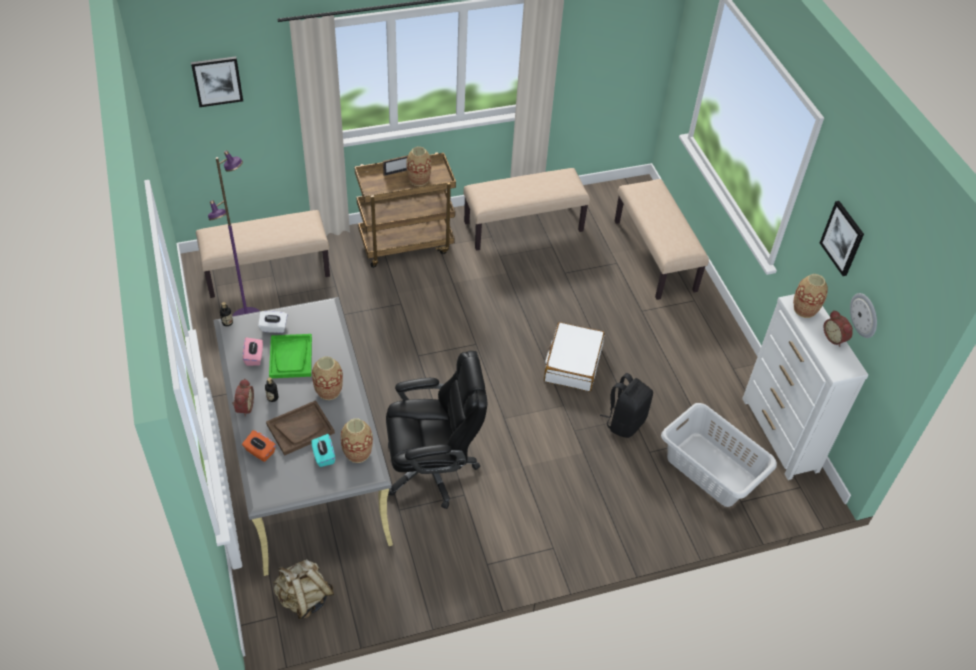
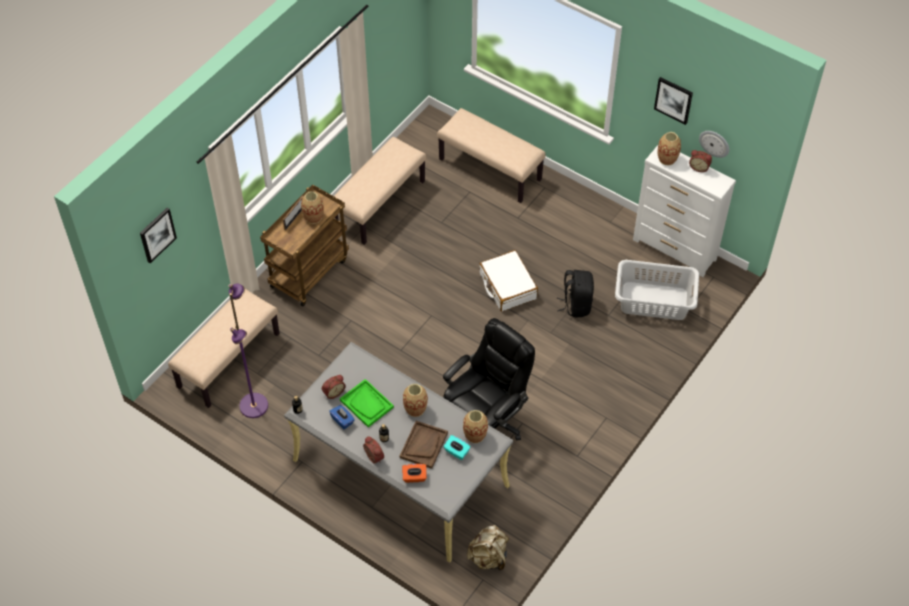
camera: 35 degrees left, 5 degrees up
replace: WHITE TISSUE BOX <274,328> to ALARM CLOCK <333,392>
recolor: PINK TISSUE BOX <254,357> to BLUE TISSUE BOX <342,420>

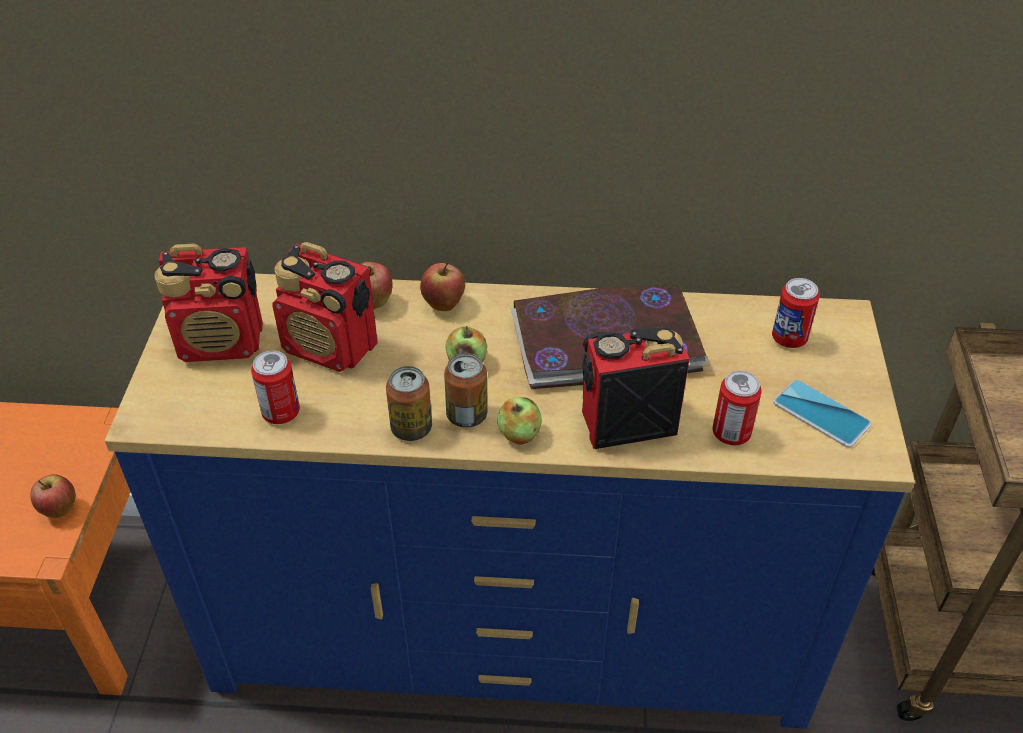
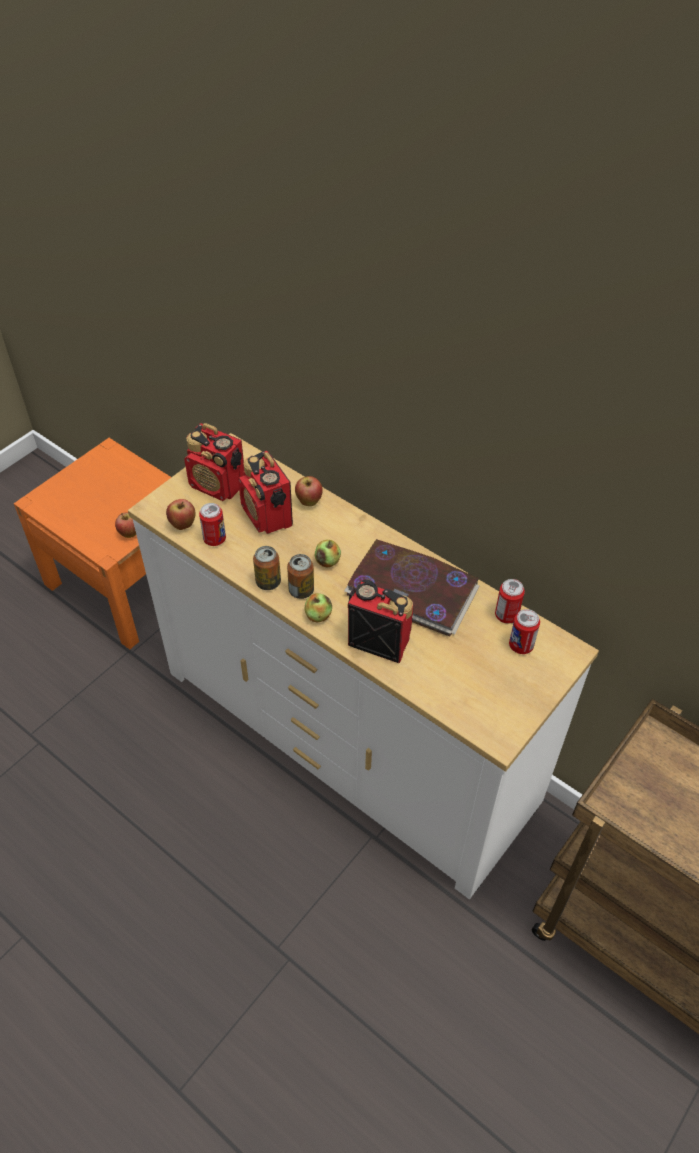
camera: 35 degrees right, 5 degrees up
delete: PHONE <821,414>
move: APPLE <444,305> to <183,525>; CAN <731,433> to <506,615>
recolor: BLUE DRESSER <511,624> to WHITE DRESSER <349,734>

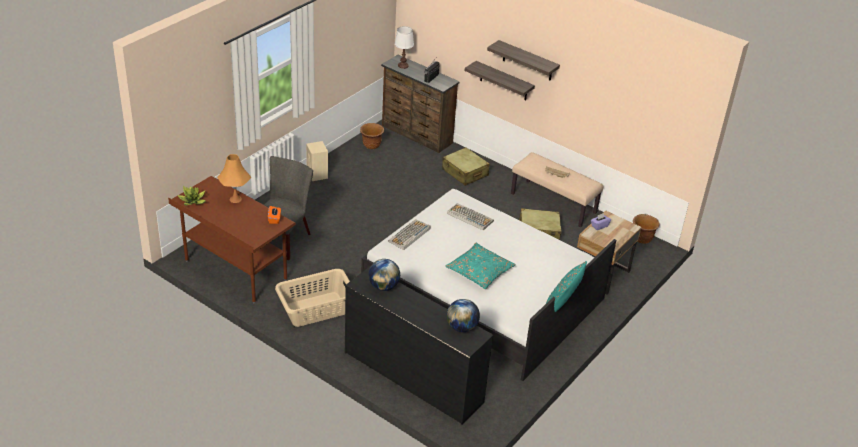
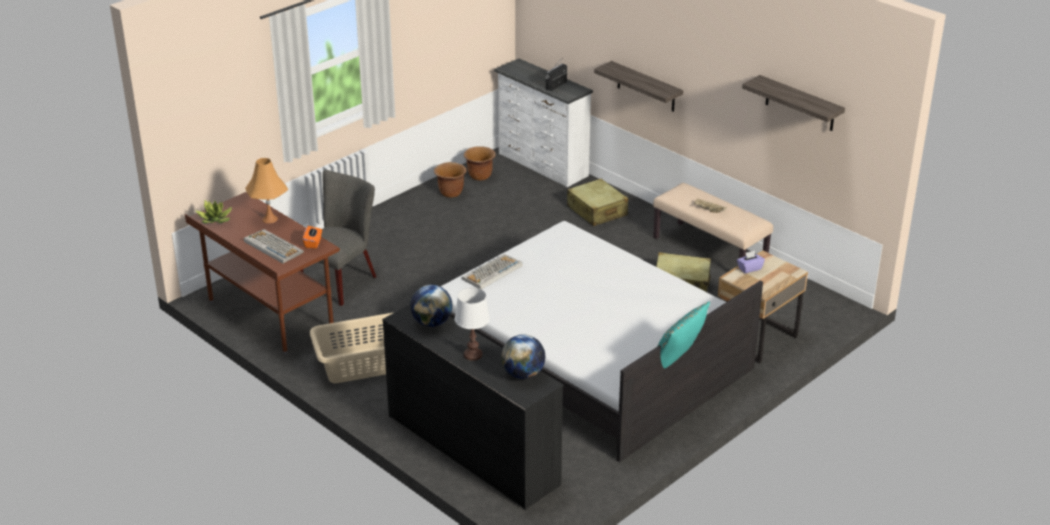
camera: 10 degrees right, 5 degrees down
delete: BEIGE SPEAKER <317,175>; TURQUOISE PILLOW <479,271>
move: KEYBOARD <469,217> to <272,247>; BROWN PLANTER <642,239> to <450,193>; WHITE TABLE LAMP <403,65> to <473,354>; SHELF <527,61> to <800,104>
recolor: BROWN DRESSER <416,135> to WHITE DRESSER <542,165>

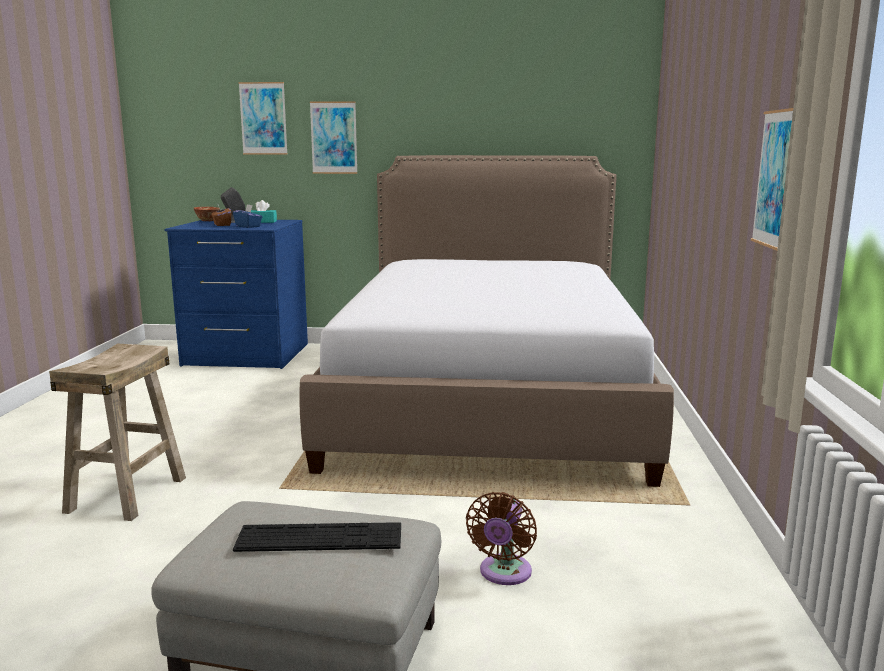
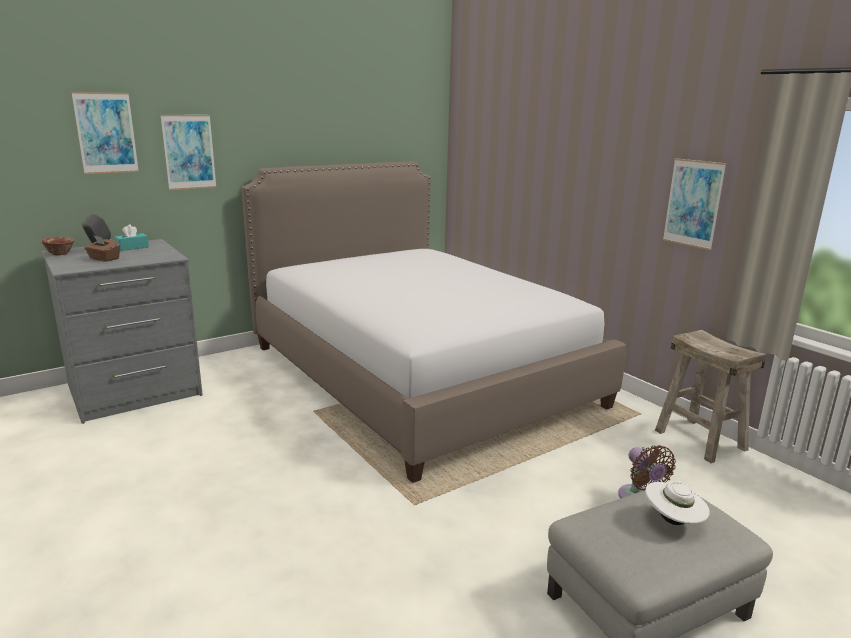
camera: 40 degrees left, 5 degrees up
delete: BLUE TISSUE BOX <248,226>
move: BEIGE STOOL <127,495> to <701,440>
replace: KEYBOARD <319,538> to WHITE HAT <673,521>
recolor: BLUE DRESSER <246,355> to GREY DRESSER <134,391>

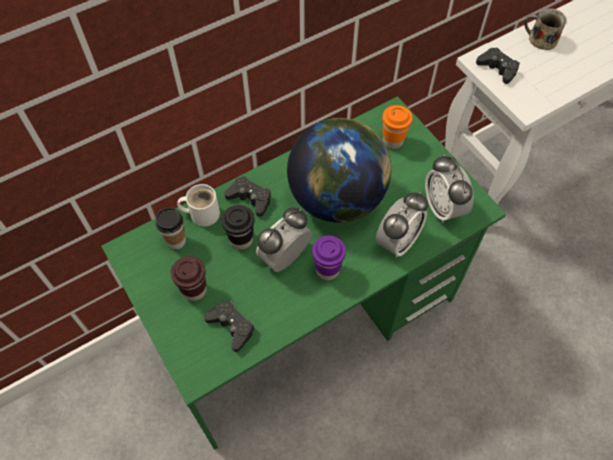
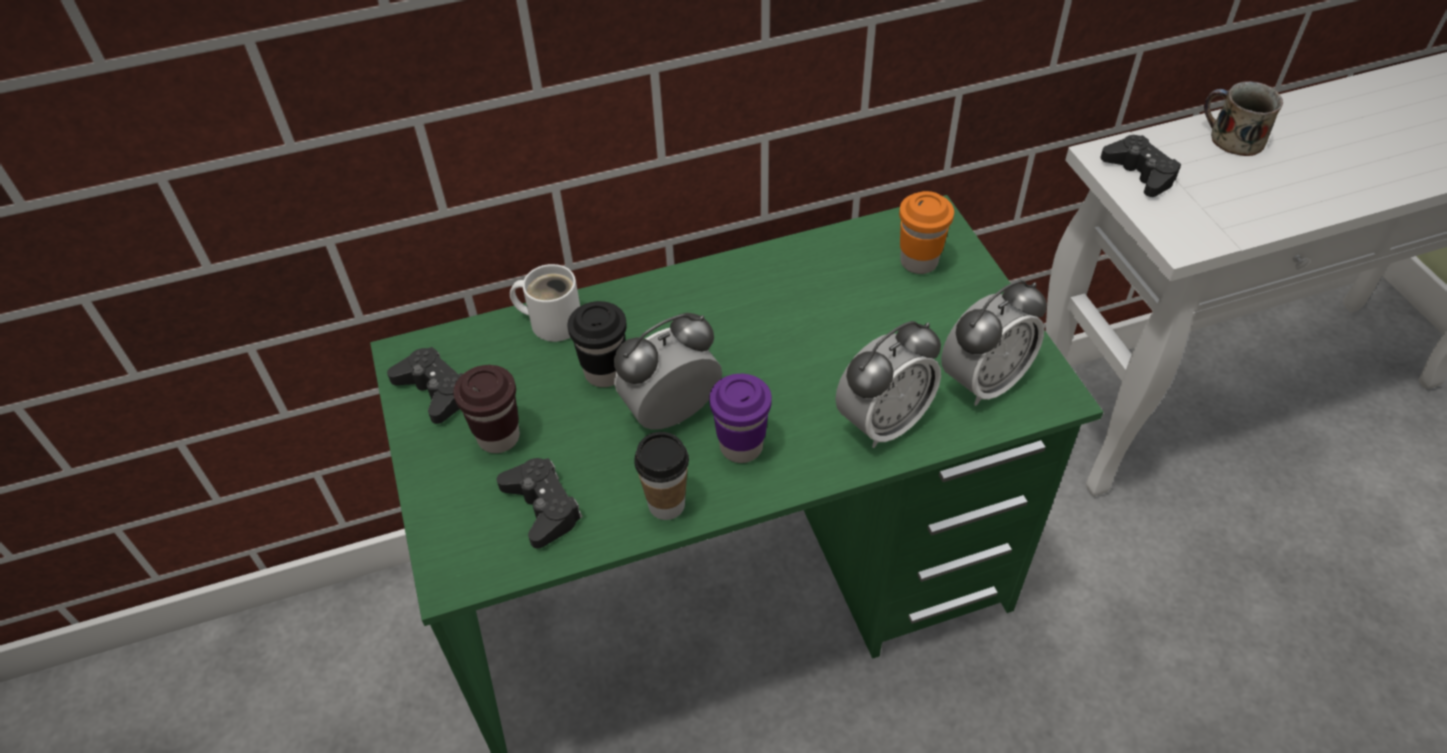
camera: 15 degrees right, 10 degrees down
delete: GLOBE <337,198>
move: BLACK GAME CONTROLLER <250,199> to <435,390>; CUP <176,241> to <666,504>
rotate: ALARM CLOCK <443,208> = <984,382> 120 degrees counterclockwise

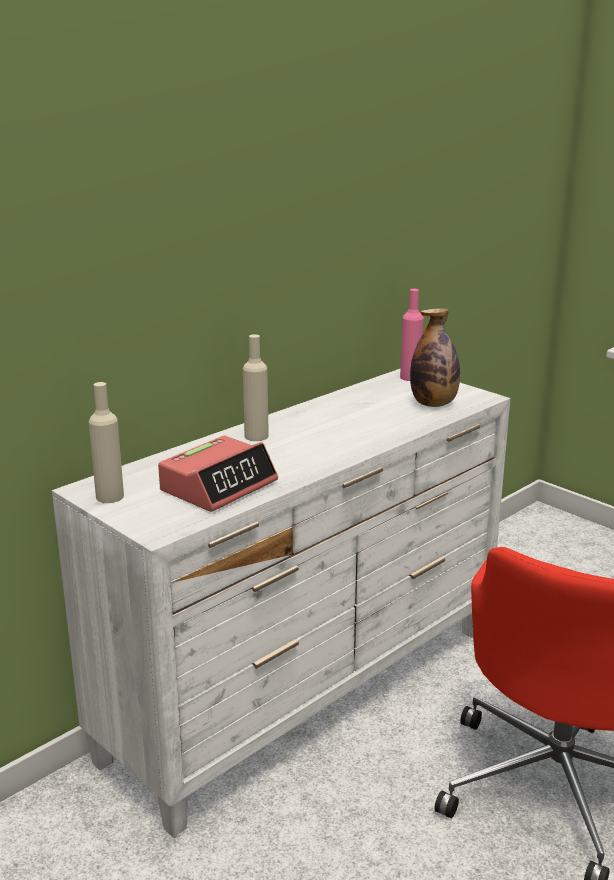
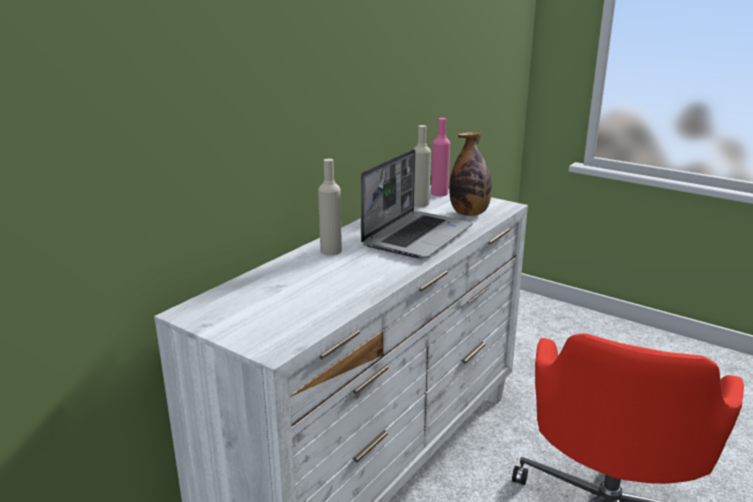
camera: 10 degrees left, 0 degrees up
delete: ALARM CLOCK <219,486>
insert: LAPTOP <417,236>
move: BEIGE BOTTLE <110,496> to <420,203>

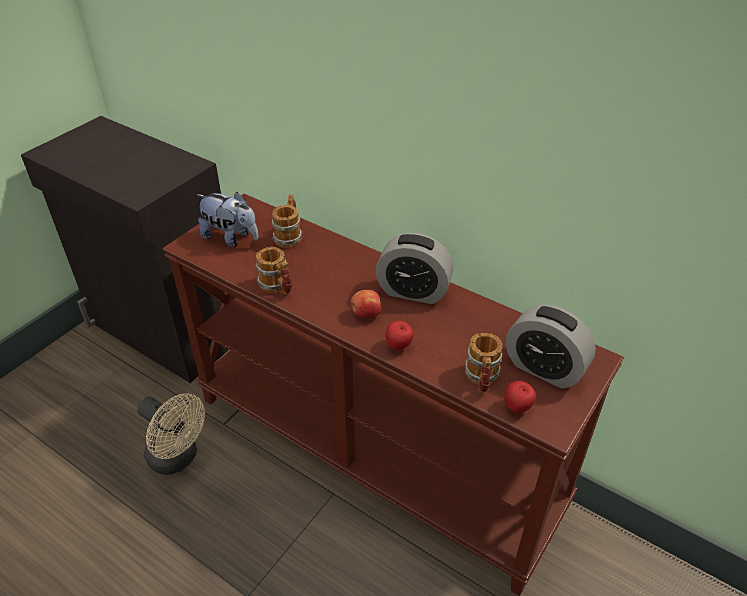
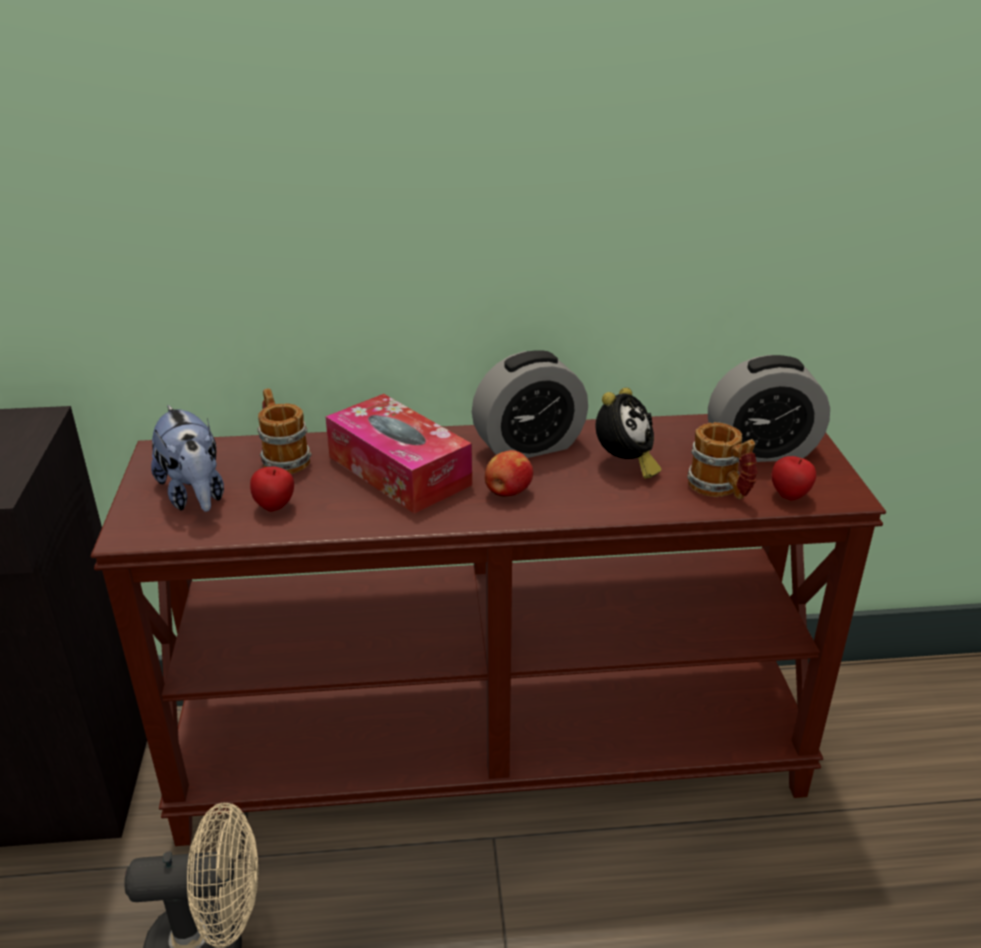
camera: 40 degrees left, 10 degrees down
delete: MUG <277,287>
insert: TISSUE BOX <399,471>; ALARM CLOCK <625,465>
move: APPLE <399,346> to <275,507>
rotate: PLUSH TOY <231,238> = <195,495> 75 degrees clockwise

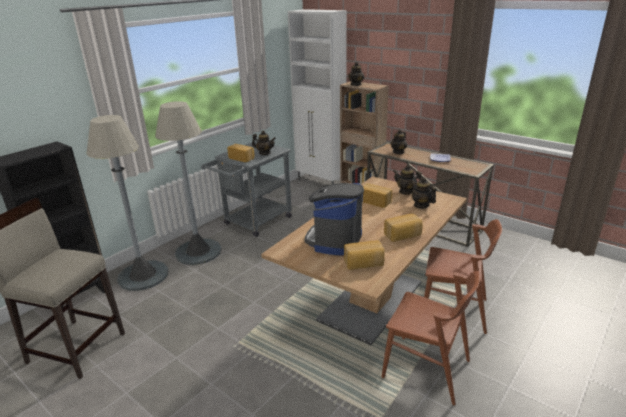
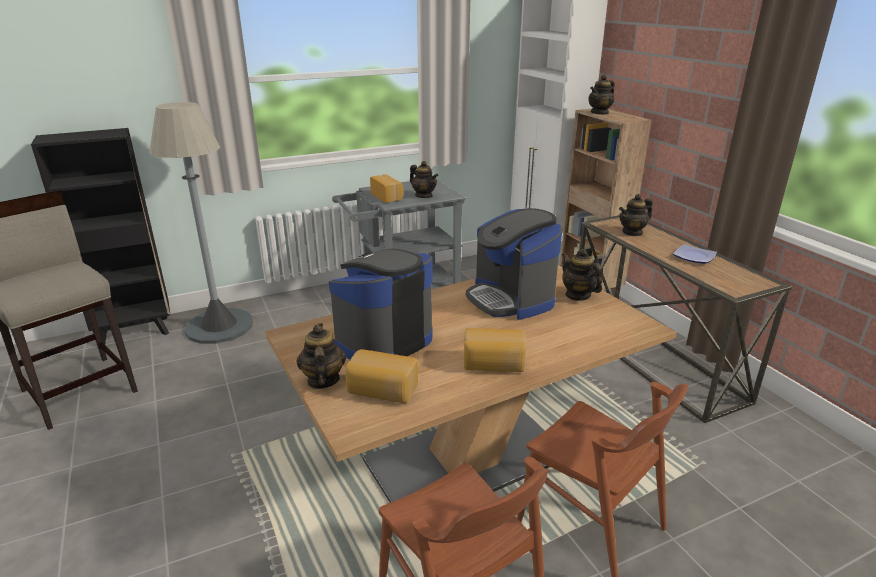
camera: 25 degrees right, 0 degrees up
delete: GREY FLOOR LAMP <198,252>
move: TEAPOT <421,205> to <323,380>
replace: BREAD <376,201> to COFFEE MACHINE <511,299>

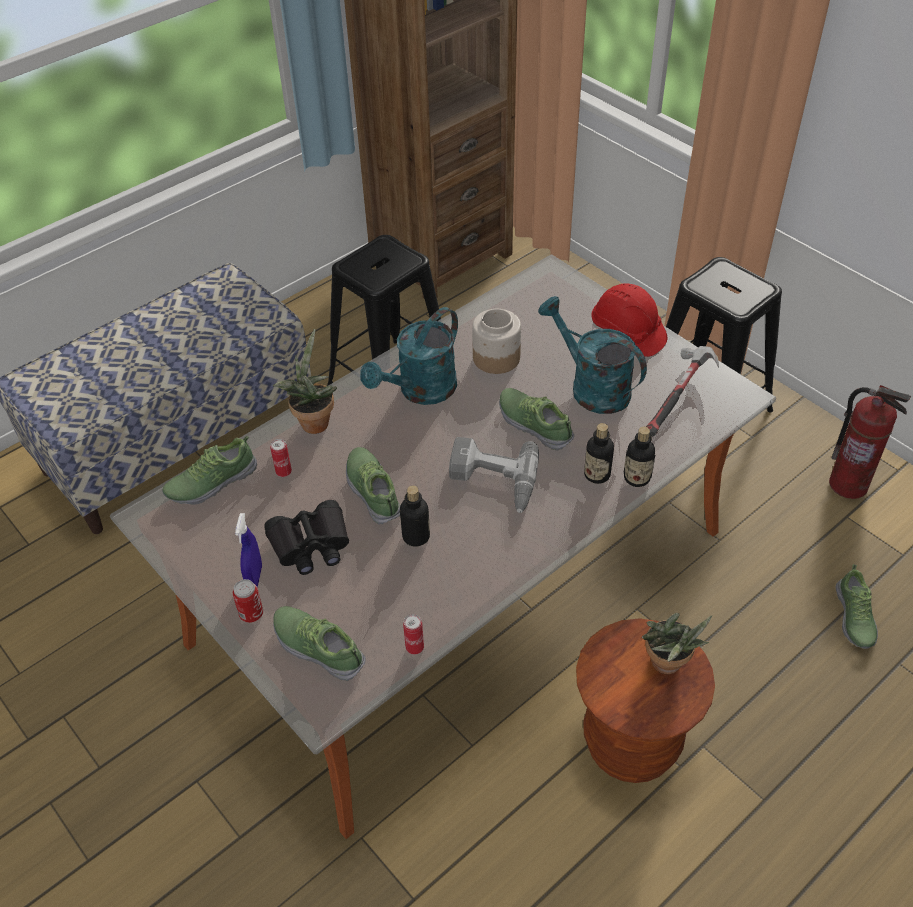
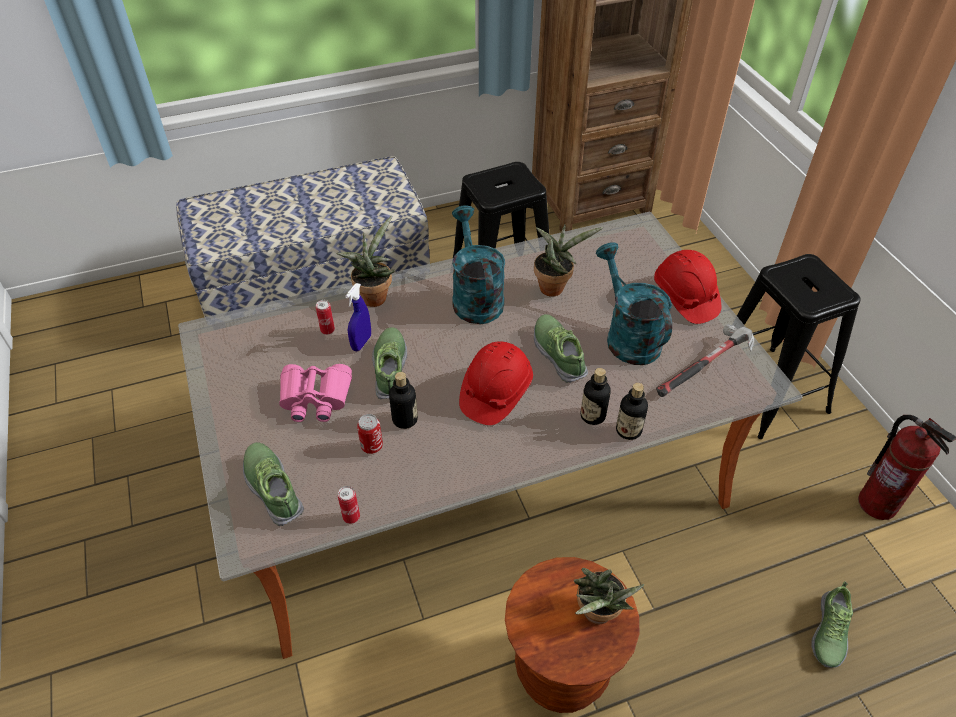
camera: 20 degrees right, 0 degrees up
delete: SHOE <211,482>
move: BLUE SPRAY BOTTLE <254,577> to <361,343>; CAN <251,614> to <372,446>
replace: POWER DRILL <492,482> to RED HARD HAT <495,393>; JAR <495,358> to POTTED PLANT <554,286>
recolor: BLACK BINOCULARS <311,545> to PINK BINOCULARS <315,398>
rotate: TURQUOISE WATERING CAN <420,391> = <475,297> 105 degrees clockwise

